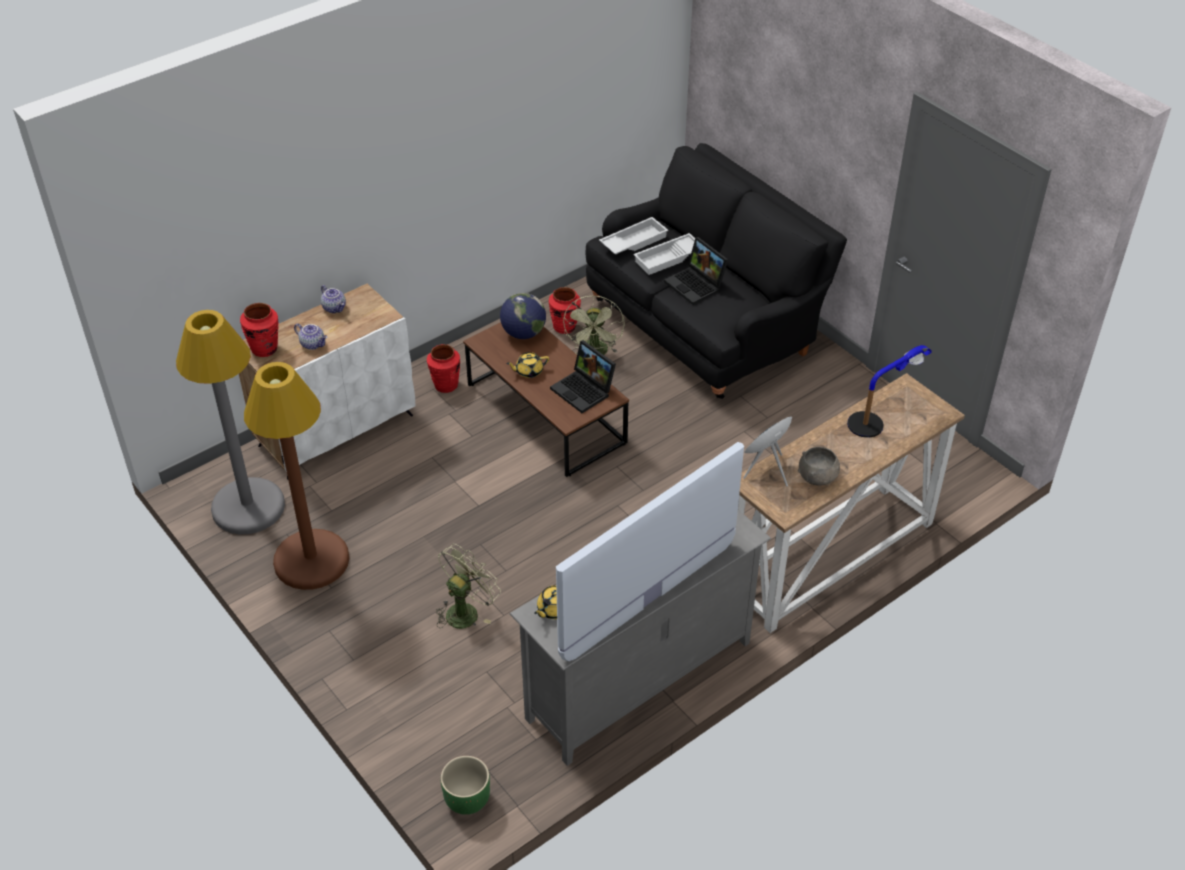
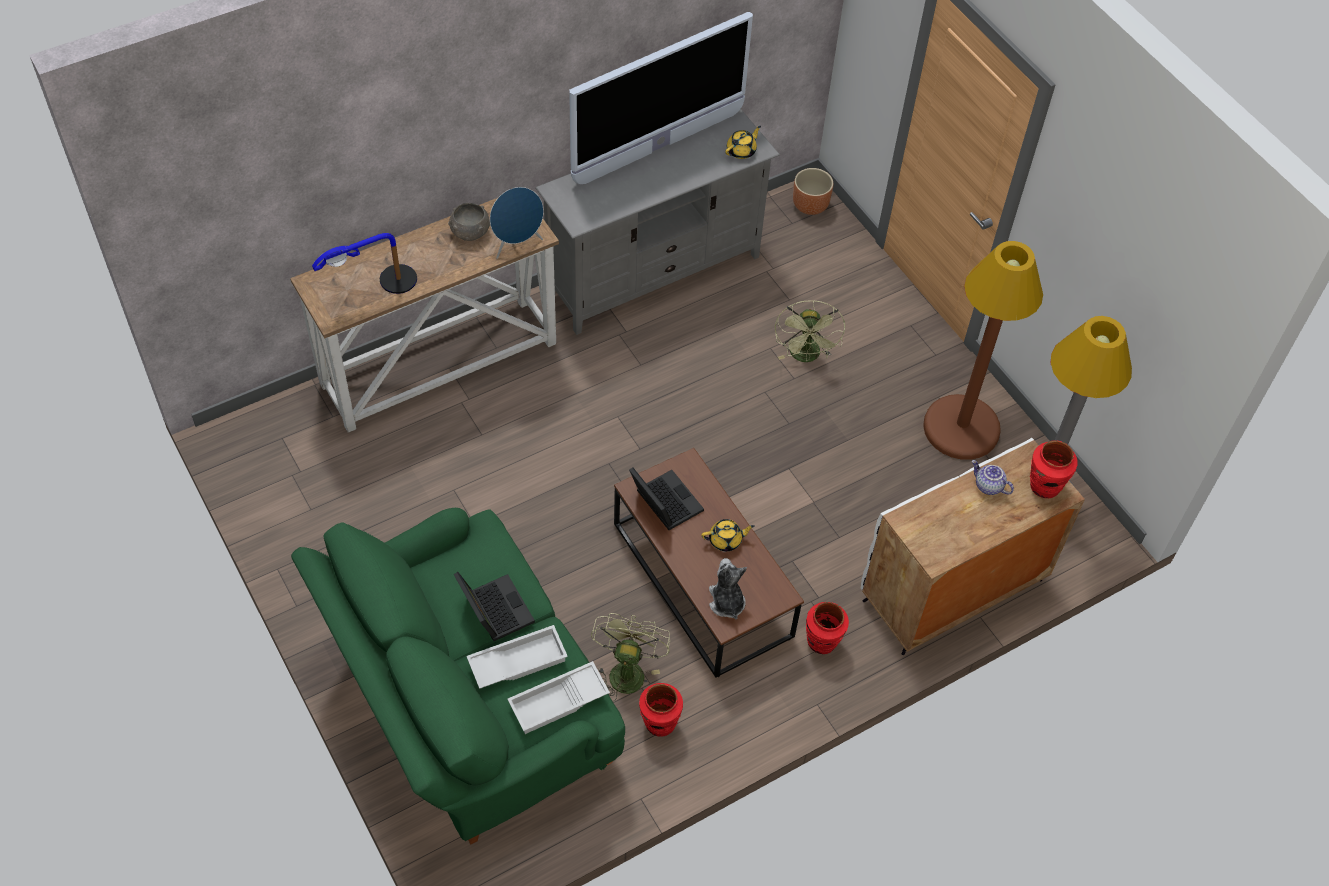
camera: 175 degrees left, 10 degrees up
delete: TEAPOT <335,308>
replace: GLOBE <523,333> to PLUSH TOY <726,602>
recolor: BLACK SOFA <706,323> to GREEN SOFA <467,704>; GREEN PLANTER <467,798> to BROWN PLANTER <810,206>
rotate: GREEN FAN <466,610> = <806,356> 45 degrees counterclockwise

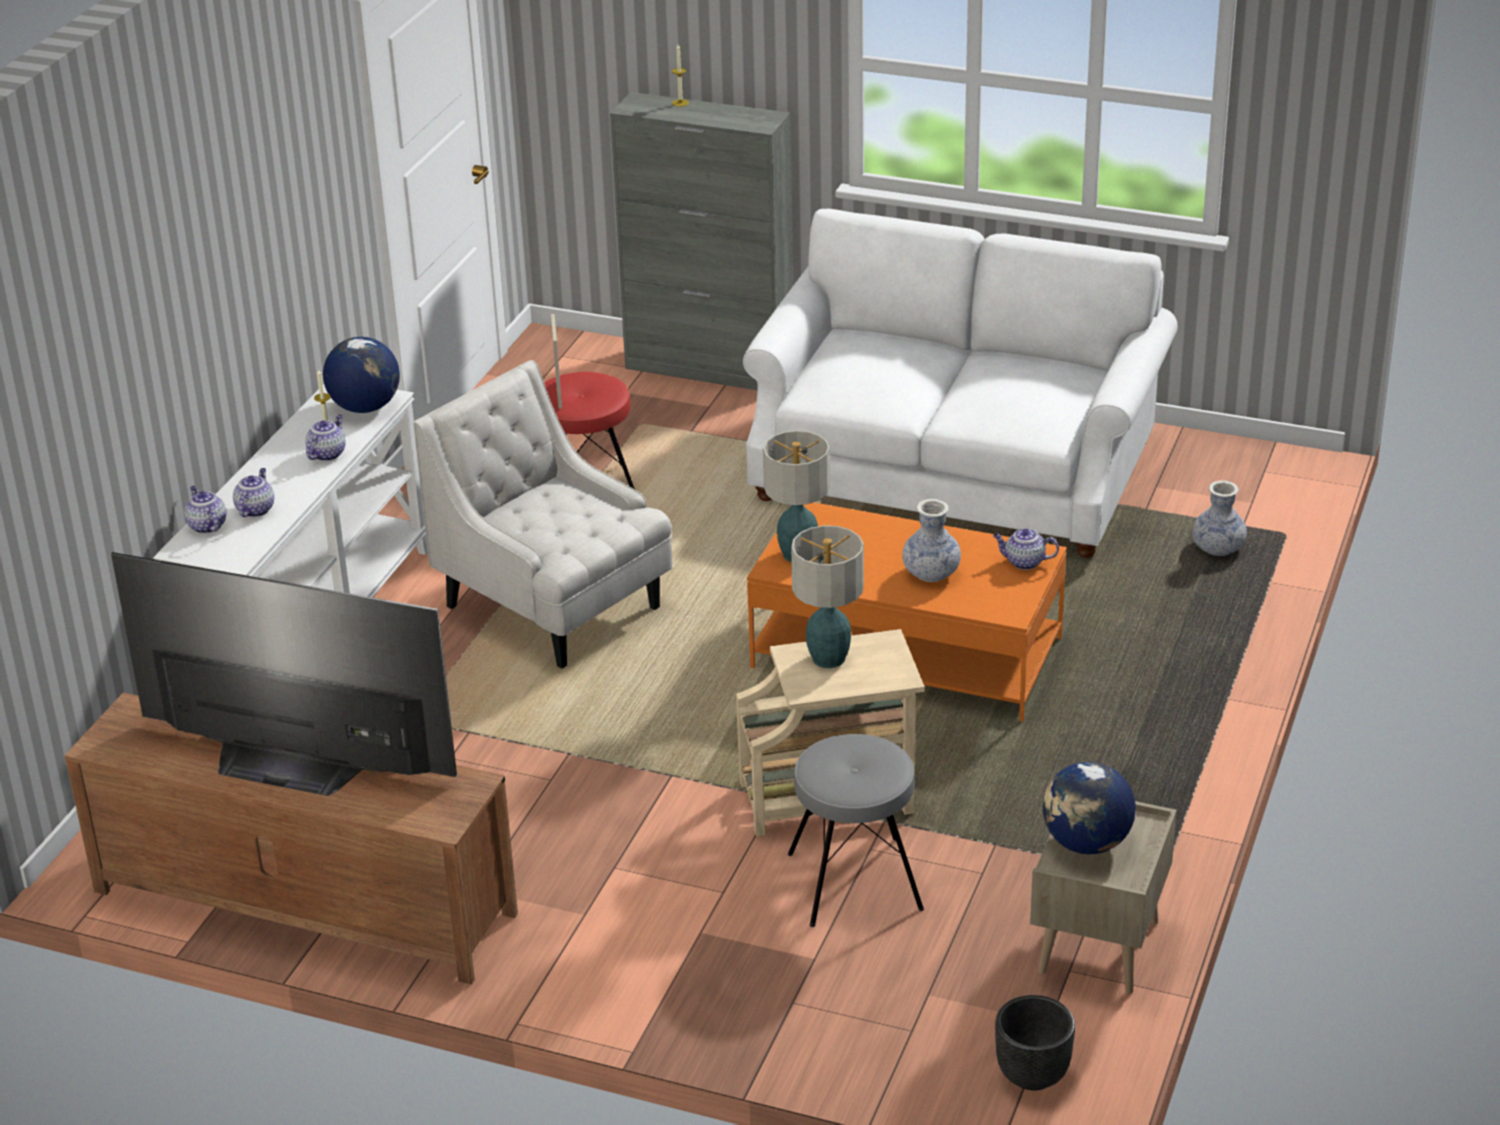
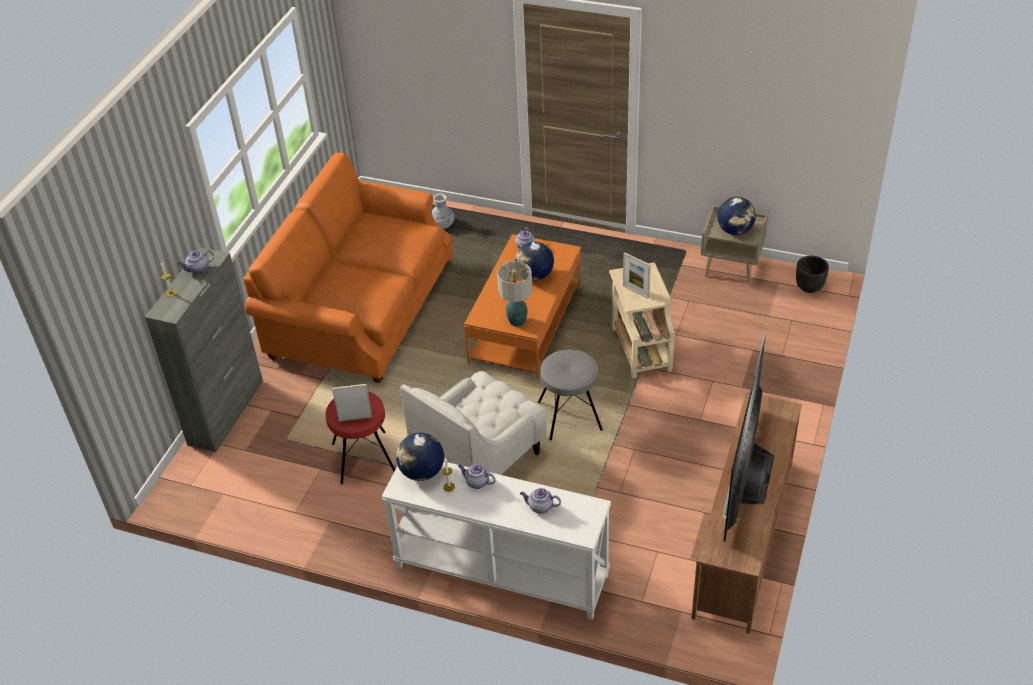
camera: 90 degrees left, 10 degrees up
move: TEAPOT <206,526> to <198,269>; GREY STOOL <854,882> to <570,416>
replace: VASE <931,573> to GLOBE <534,276>; TABLE LAMP <828,659> to PICTURE FRAME <635,291>
recolor: WHITE SOFA <955,472> to ORANGE SOFA <361,309>

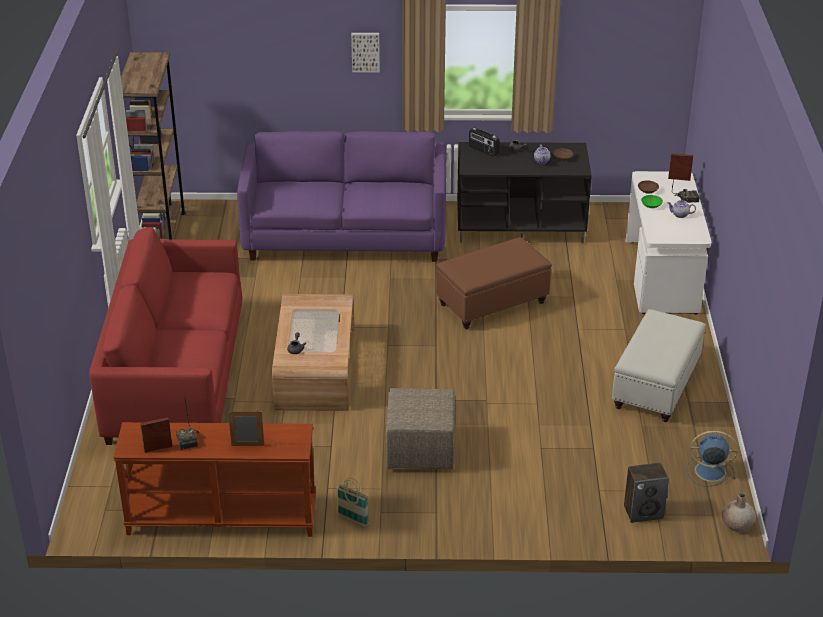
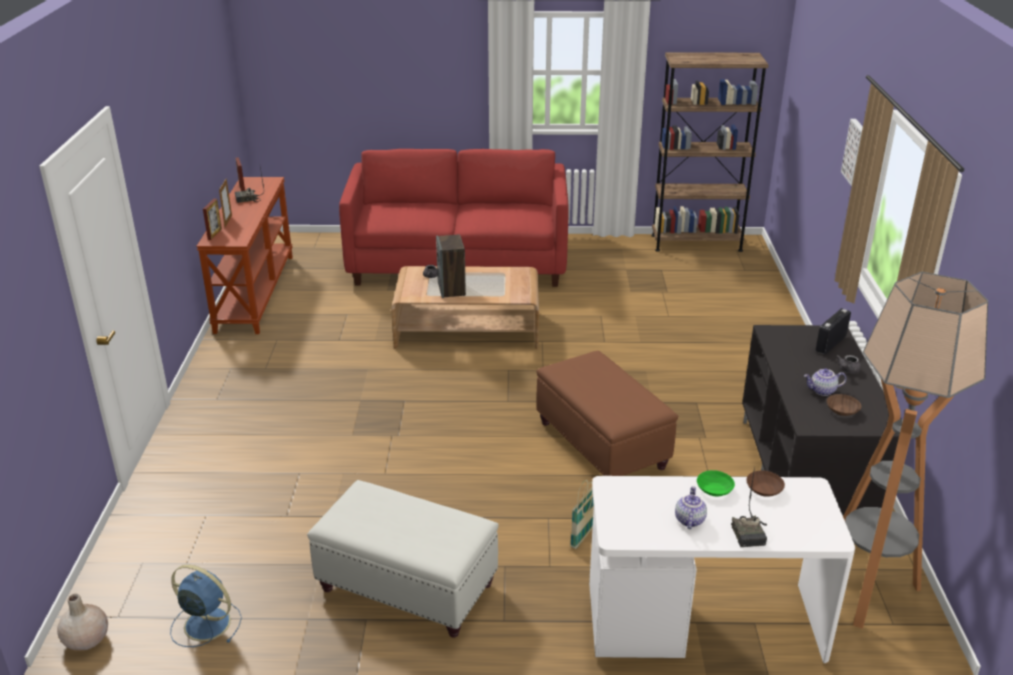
camera: 90 degrees right, 5 degrees down
delete: PURPLE SOFA <346,235>; BEIGE OTTOMAN <421,450>
insert: FLOOR LAMP <866,590>
move: PICTURE FRAME <679,179> to <214,234>; SPEAKER <643,512> to <452,289>; BASKET <353,520> to <583,536>
rotate: BLUE FAN <708,471> = <205,623> 75 degrees counterclockwise

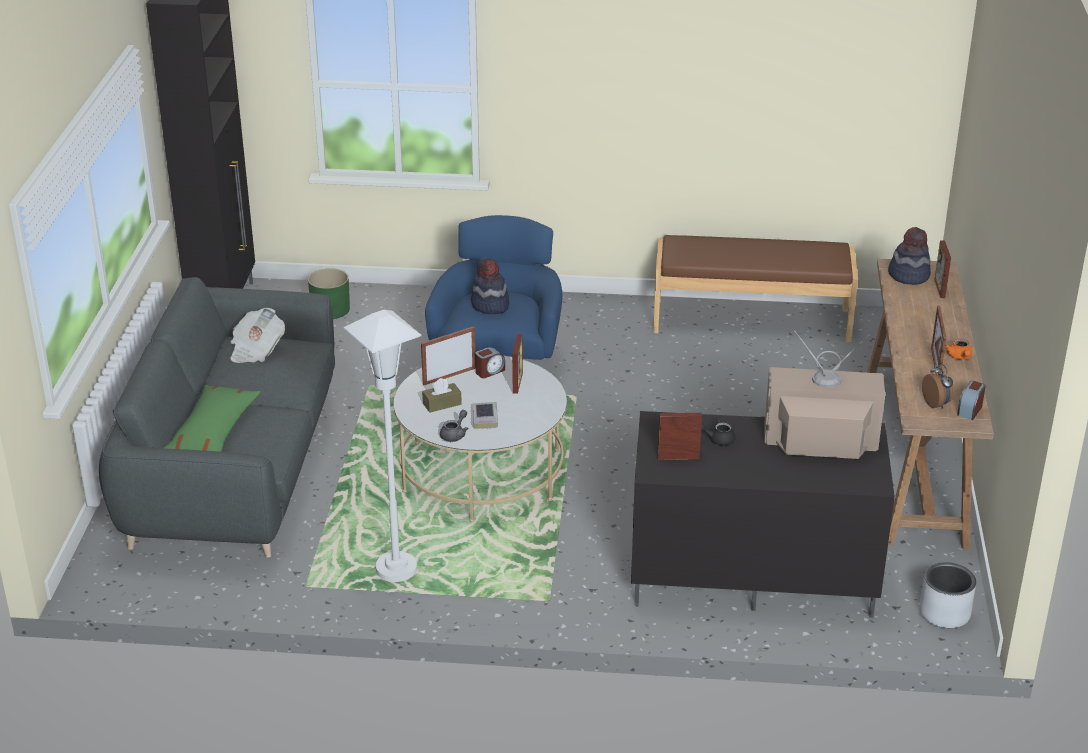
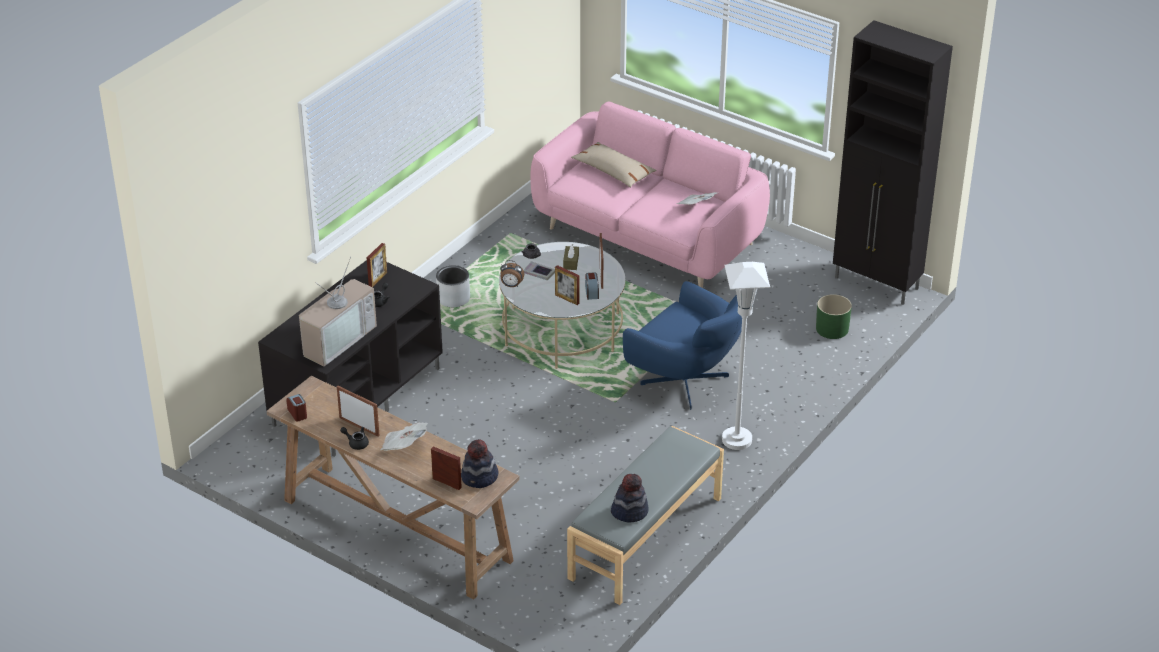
camera: 120 degrees right, 5 degrees up
insert: NEWSPAPER <404,446>
move: GREY PLANTER <944,613> to <453,298>; ALARM CLOCK <936,404> to <511,285>; HAT <490,305> to <629,511>; WHITE FLOOR LAMP <396,569> to <737,440>
recolor: ORANGE TEAPOT <959,357> to BLACK TEAPOT <356,443>; GREY SOFA <234,472> to PINK SOFA <649,237>; BROWN BENCH <751,320> to GREY BENCH <646,538>; GREEN PILLOW <213,432> to BEIGE PILLOW <613,171>

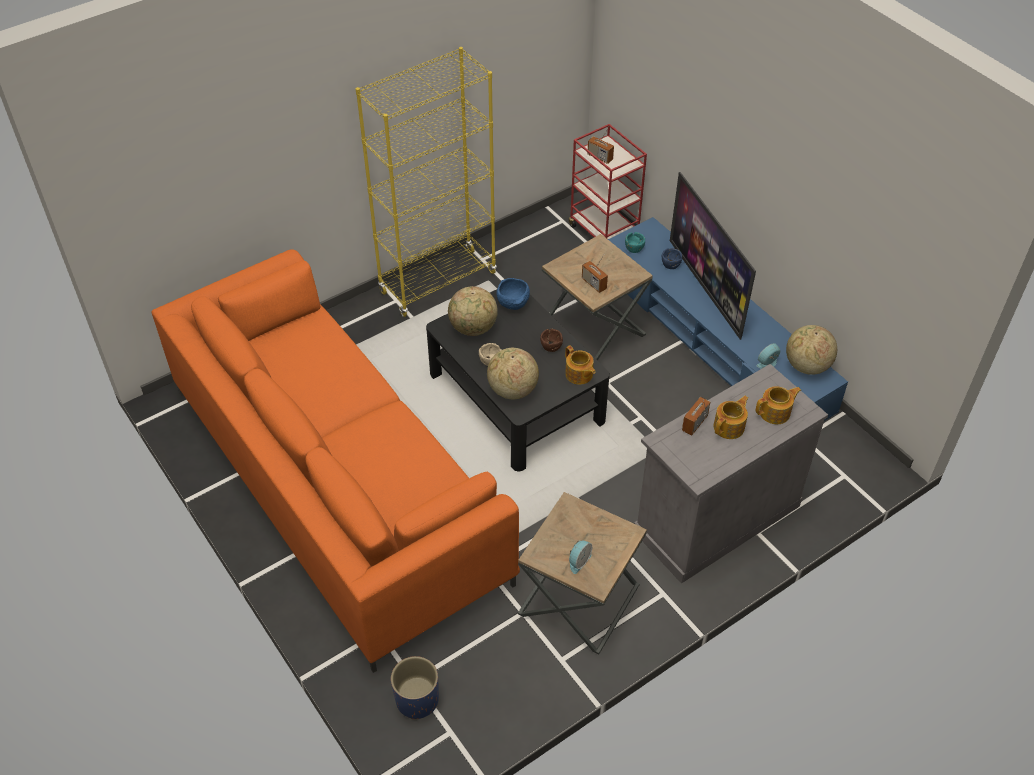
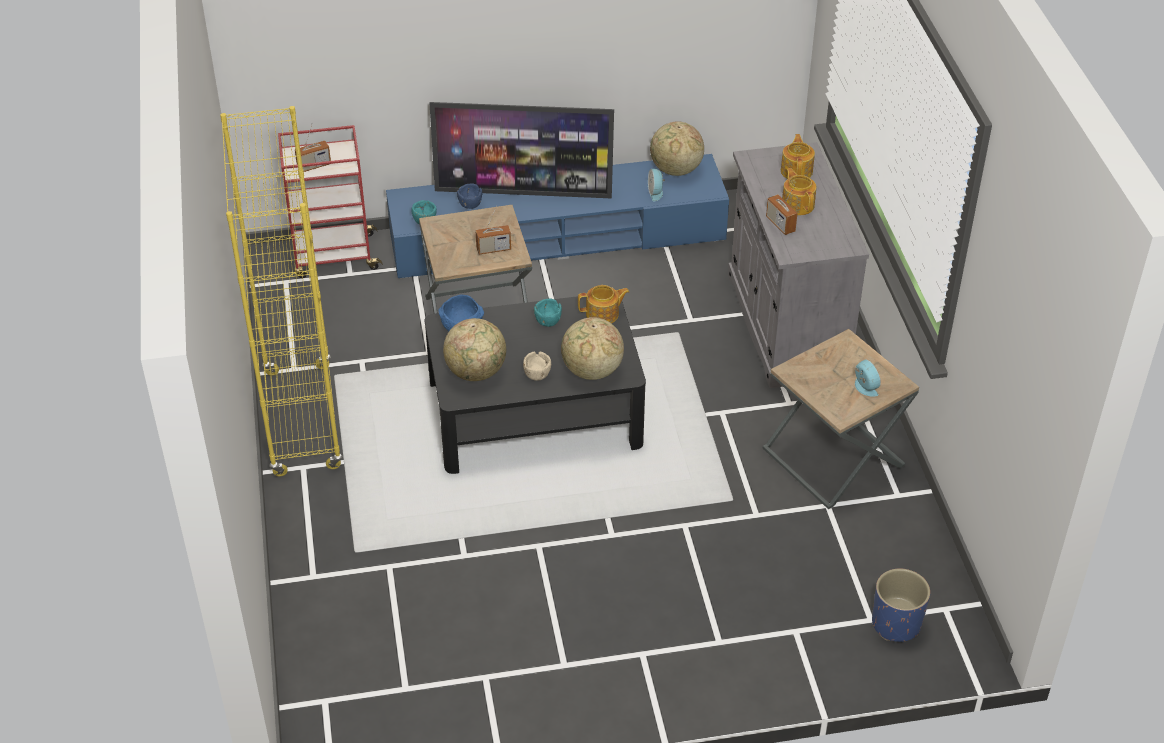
camera: 65 degrees left, 5 degrees down
delete: ORANGE SOFA <337,483>
recolor: BROWN BOWL <551,346> to TURQUOISE BOWL <548,321>

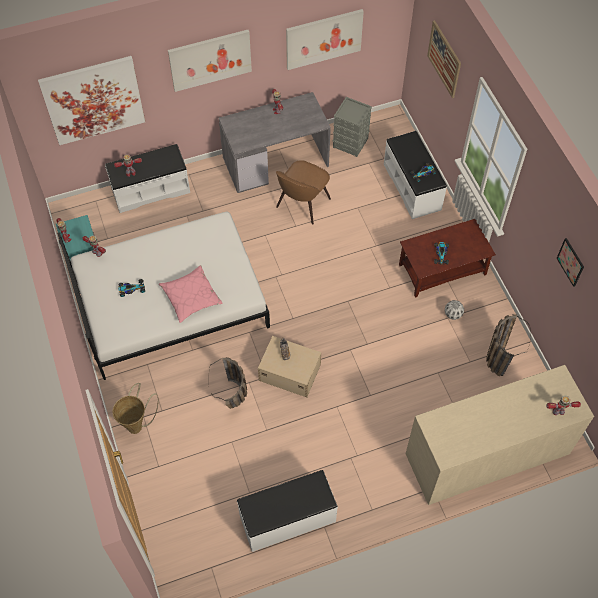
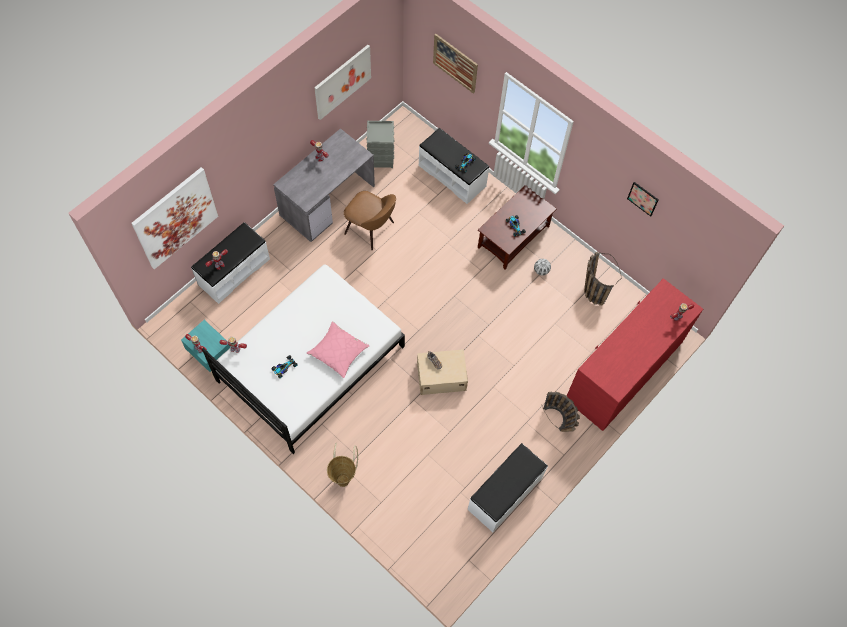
camera: 30 degrees left, 5 degrees up
delete: PICTURE <210,59>
move: BASKET <234,399> to <559,422>
recolor: BEIGE DRESSER <487,453> to RED DRESSER <624,370>
rotate: BROWN CHAIR <302,204> = <371,229> 60 degrees counterclockwise

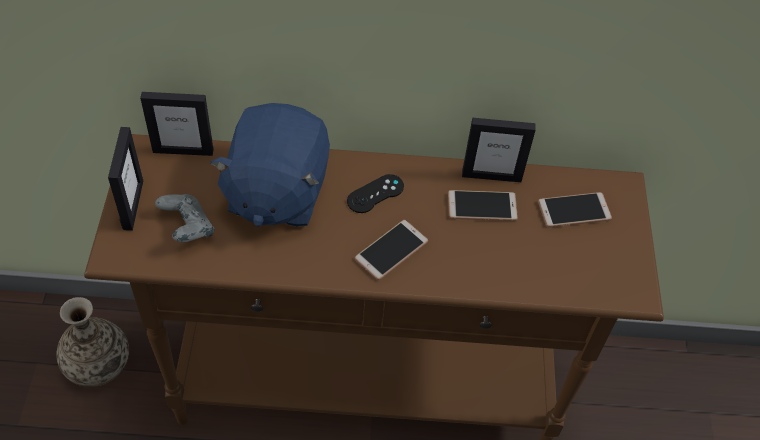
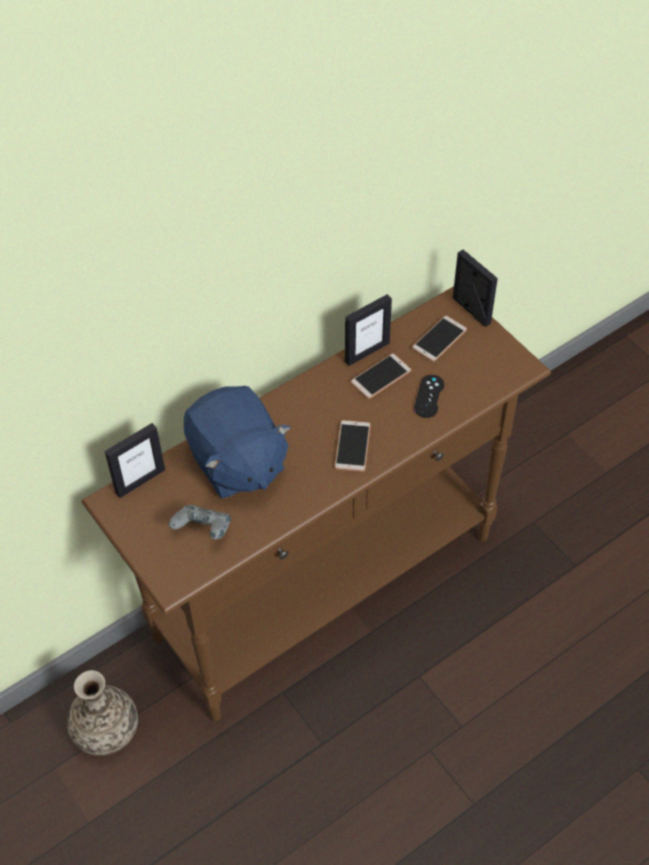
camera: 35 degrees left, 0 degrees up
move: BLACK GAME CONTROLLER <375,194> to <429,396>; PICTURE FRAME <133,205> to <471,311>

